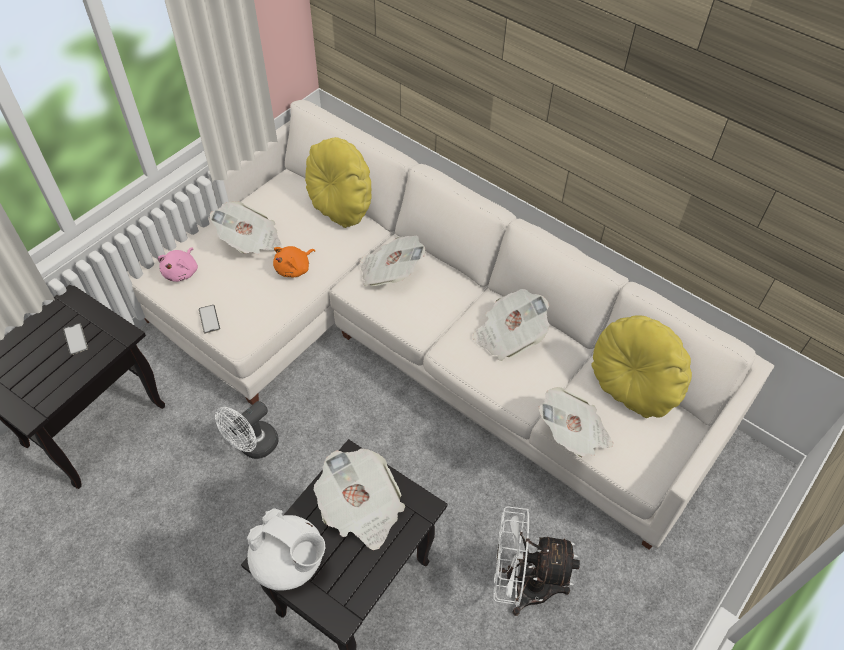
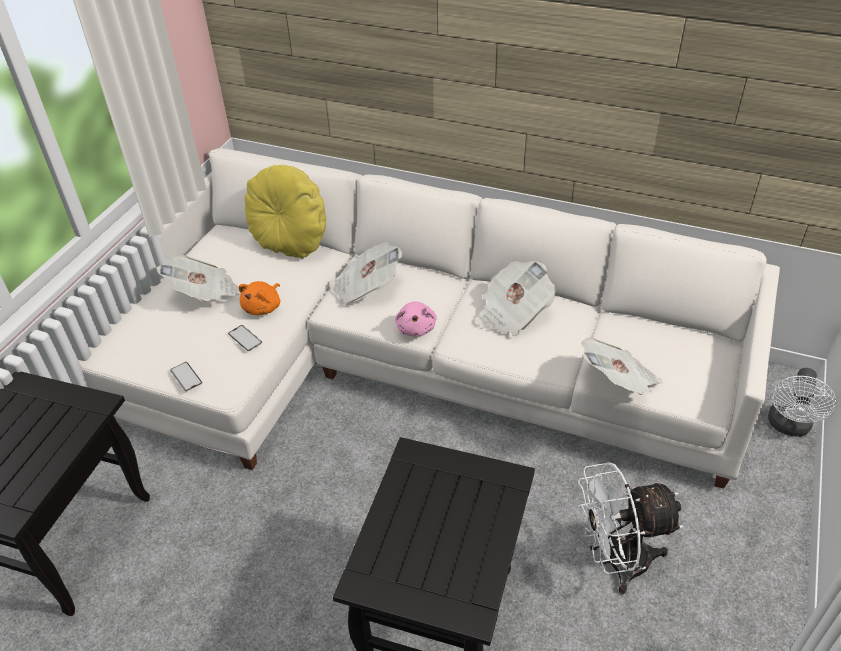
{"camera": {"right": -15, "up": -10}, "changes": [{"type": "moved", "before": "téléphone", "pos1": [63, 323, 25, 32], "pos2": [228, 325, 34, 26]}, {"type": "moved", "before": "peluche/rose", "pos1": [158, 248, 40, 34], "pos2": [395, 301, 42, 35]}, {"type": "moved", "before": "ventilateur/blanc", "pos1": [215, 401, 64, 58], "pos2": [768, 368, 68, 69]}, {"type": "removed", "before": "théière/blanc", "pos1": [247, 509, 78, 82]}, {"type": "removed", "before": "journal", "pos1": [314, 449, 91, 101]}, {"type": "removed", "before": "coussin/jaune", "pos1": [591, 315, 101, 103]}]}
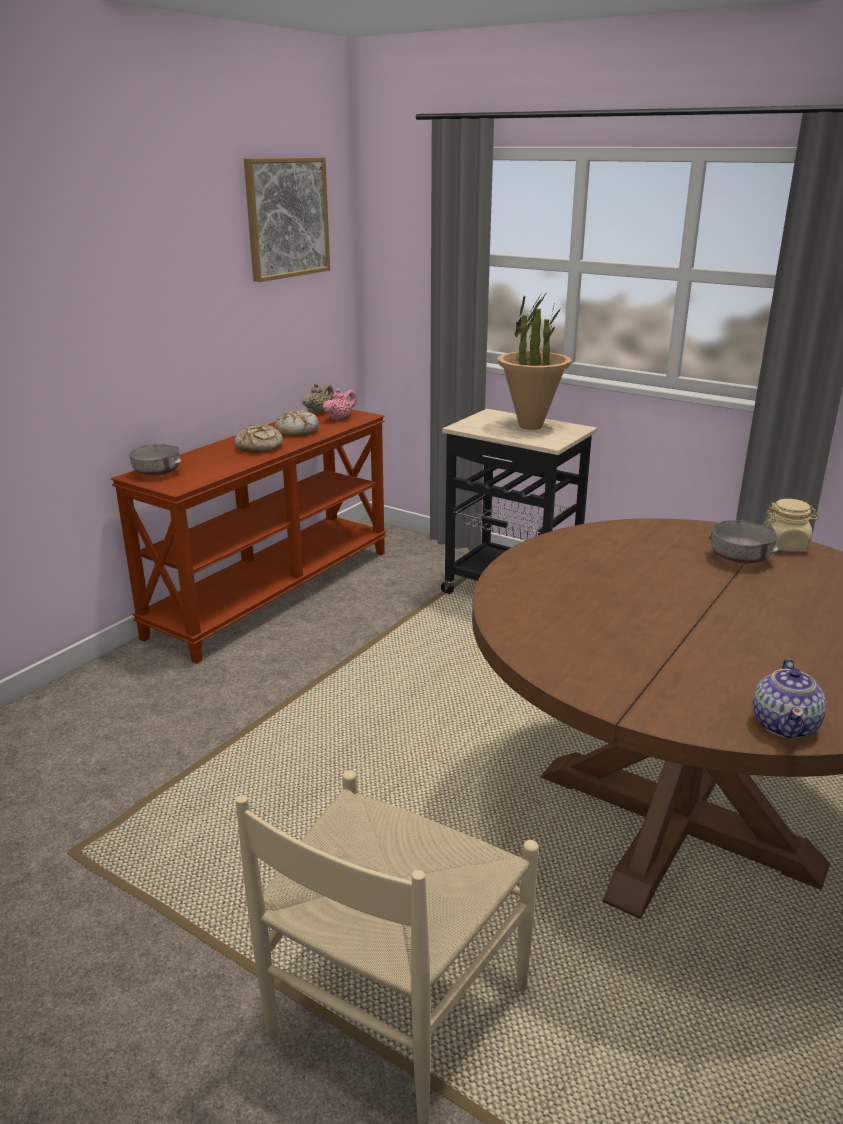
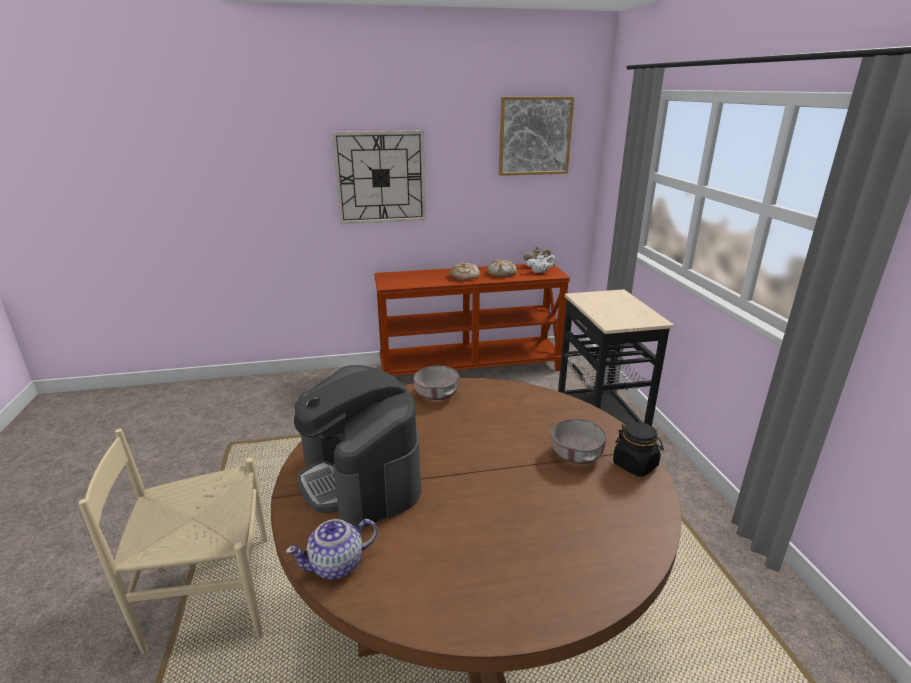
{"camera": {"right": 45, "up": 0}, "changes": [{"type": "added", "after": "machine à café", "pos2": [294, 365, 127, 164]}, {"type": "added", "after": "horloge murale", "pos2": [332, 131, 94, 93]}, {"type": "moved", "before": "bol/gris", "pos1": [129, 444, 52, 32], "pos2": [413, 365, 46, 35]}, {"type": "recoloured", "before": "théière/rose", "after": "théière/blanc", "pos1": [323, 388, 34, 32], "pos2": [527, 253, 29, 20]}, {"type": "recoloured", "before": "bocal/beige", "after": "bocal/noir", "pos1": [763, 499, 56, 53], "pos2": [613, 421, 51, 56]}, {"type": "removed", "before": "plante en pot", "pos1": [498, 294, 74, 136]}]}
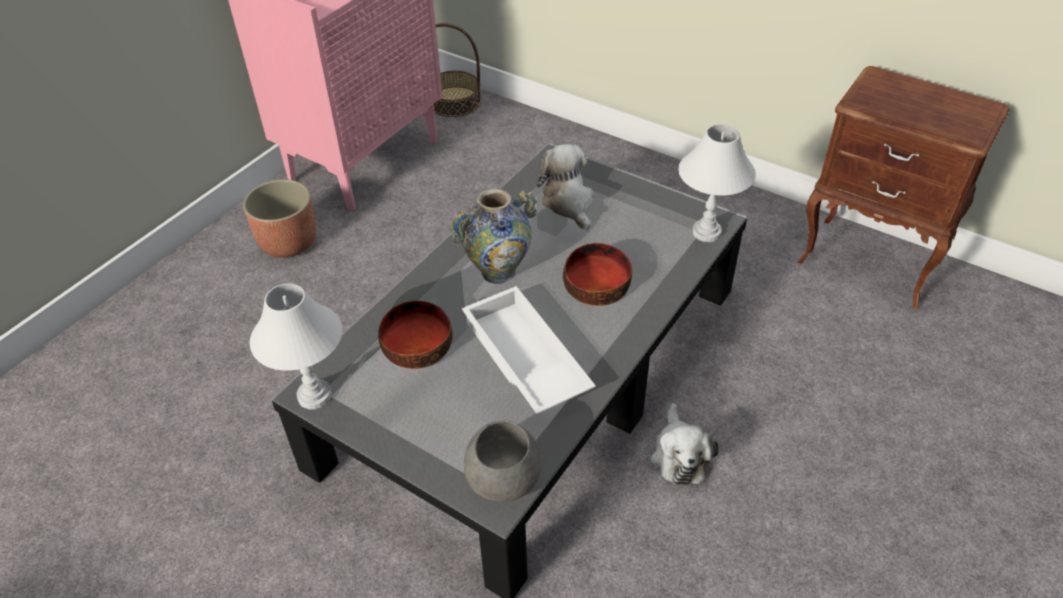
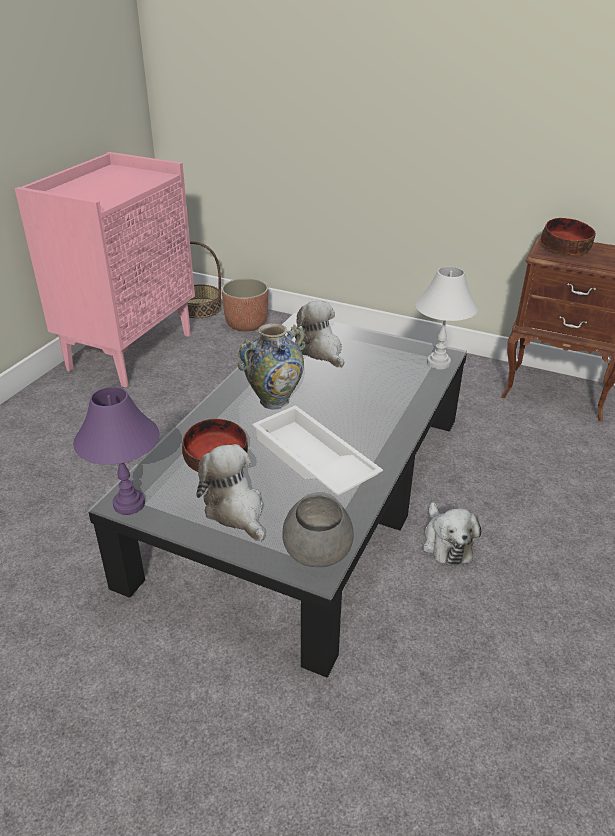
{"camera": {"right": -10, "up": -10}, "changes": [{"type": "recoloured", "before": "lampe de table/blanc", "after": "lampe de table/violet", "pos1": [250, 284, 92, 126], "pos2": [73, 387, 86, 128]}, {"type": "added", "after": "peluche", "pos2": [196, 444, 69, 98]}, {"type": "moved", "before": "cache-pot", "pos1": [243, 179, 73, 79], "pos2": [221, 278, 47, 53]}, {"type": "moved", "before": "bol", "pos1": [563, 243, 69, 63], "pos2": [541, 218, 55, 37]}]}
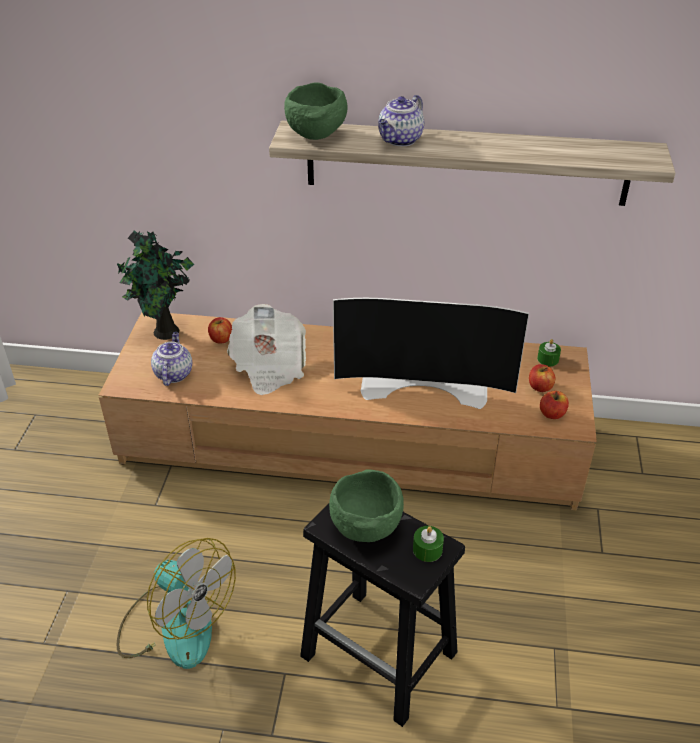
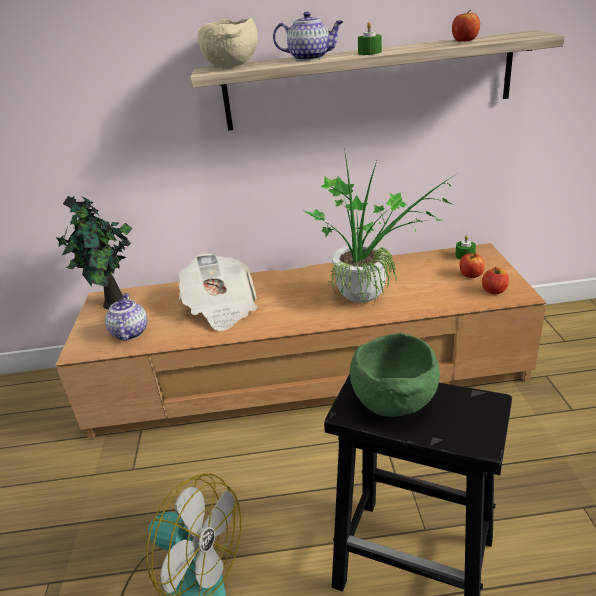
{"camera": {"right": -10, "up": -10}, "changes": [{"type": "recoloured", "before": "bol/vert", "after": "bol/beige", "pos1": [284, 82, 63, 58], "pos2": [198, 18, 60, 49]}, {"type": "turned", "before": "théière", "pos1": [378, 95, 46, 51], "pos2": [273, 12, 71, 49], "turn": -105}, {"type": "replaced", "before": "téléviseur", "after": "plante en pot", "pos1": [333, 298, 196, 111], "pos2": [304, 148, 155, 156]}, {"type": "moved", "before": "bougie/vert", "pos1": [413, 526, 31, 36], "pos2": [358, 22, 24, 33]}, {"type": "moved", "before": "pomme", "pos1": [208, 317, 24, 27], "pos2": [452, 10, 28, 31]}]}
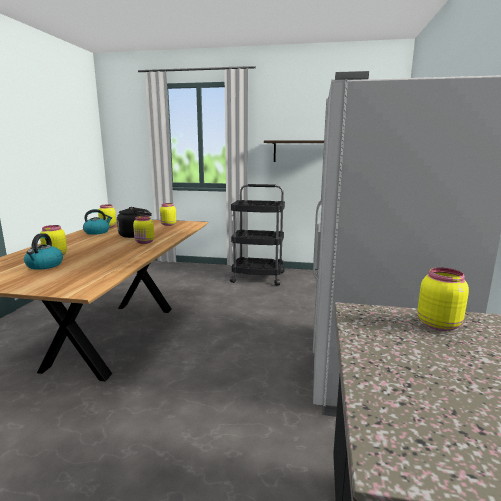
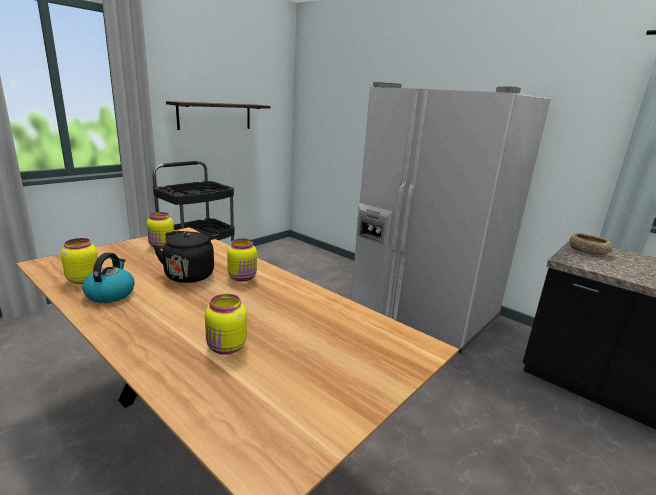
{"camera": {"right": -60, "up": 5}, "changes": [{"type": "replaced", "before": "bocal/jaune", "after": "bol/beige", "pos1": [417, 267, 52, 64], "pos2": [569, 233, 44, 22]}, {"type": "removed", "before": "bouilloire", "pos1": [24, 233, 39, 37]}]}
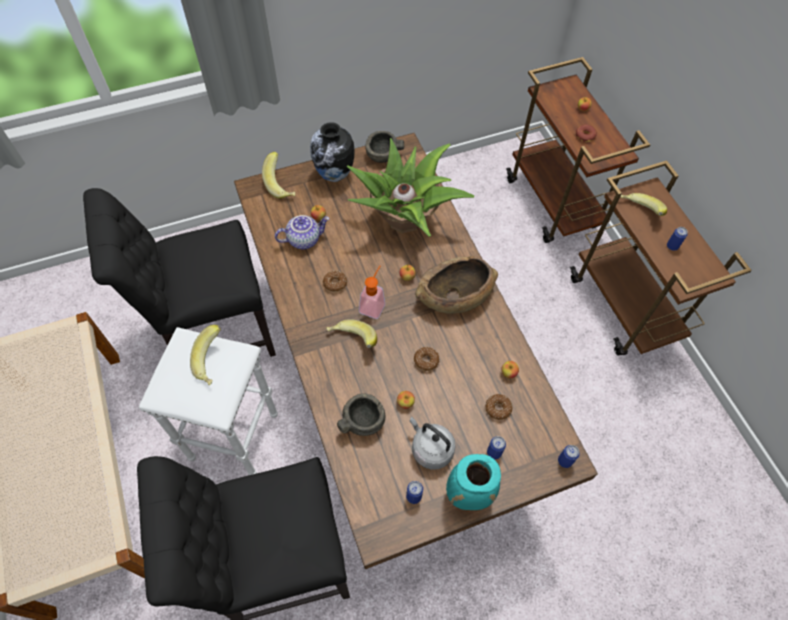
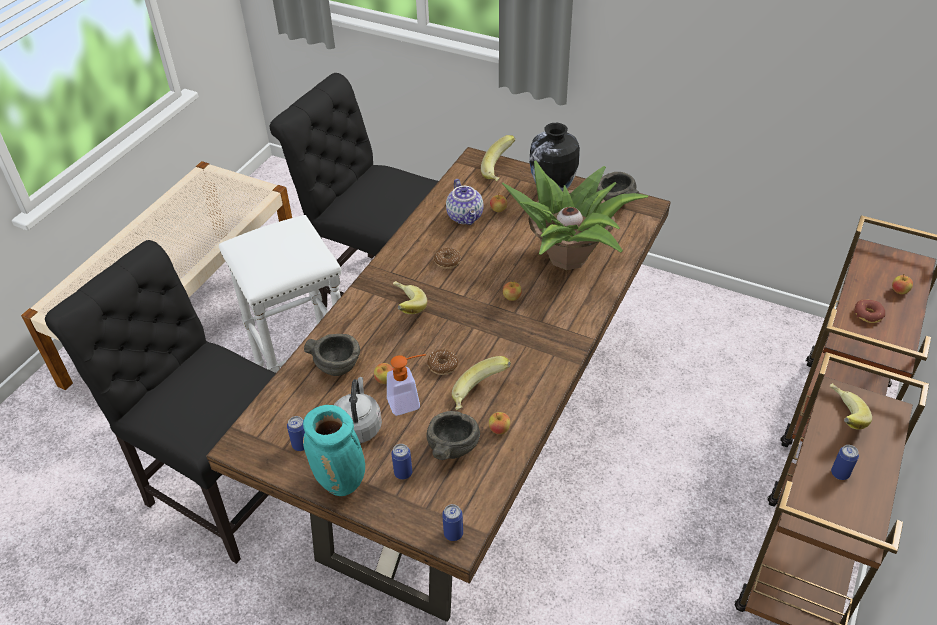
{"camera": {"right": 50, "up": -15}, "changes": [{"type": "moved", "before": "distributeur de savon", "pos1": [359, 266, 26, 53], "pos2": [387, 354, 39, 62]}, {"type": "replaced", "before": "beignet", "after": "bol/gris", "pos1": [485, 394, 27, 26], "pos2": [427, 411, 53, 49]}, {"type": "turned", "before": "théière", "pos1": [275, 215, 55, 34], "pos2": [446, 179, 38, 46], "turn": 45}, {"type": "moved", "before": "banane", "pos1": [190, 325, 31, 60], "pos2": [452, 356, 59, 54]}, {"type": "removed", "before": "bol/marron", "pos1": [415, 256, 83, 58]}]}
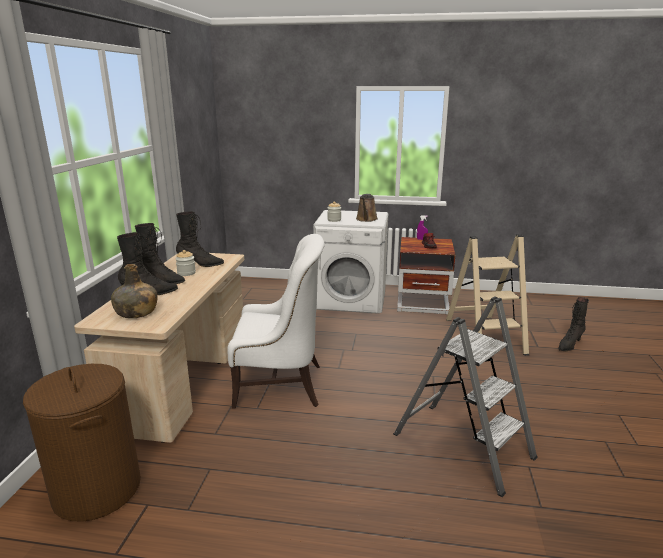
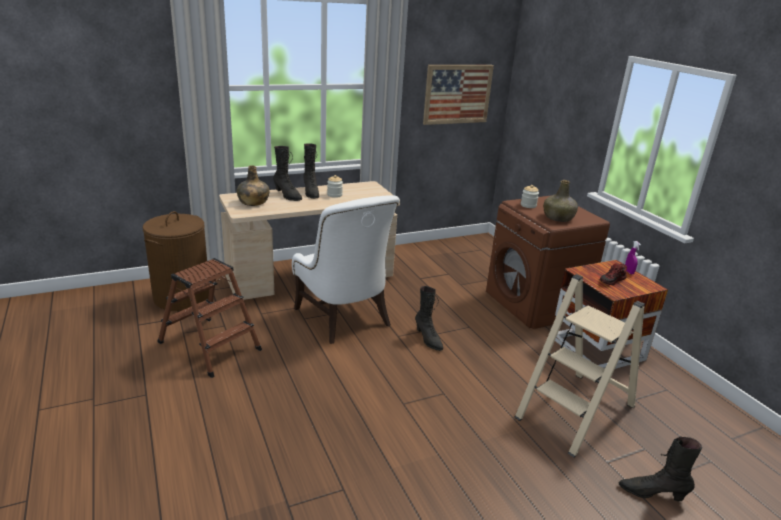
{"camera": {"right": 55, "up": 5}, "changes": [{"type": "added", "after": "escabeau/marron", "pos2": [157, 258, 105, 120]}, {"type": "moved", "before": "botte/noir", "pos1": [176, 211, 48, 56], "pos2": [415, 286, 28, 65]}, {"type": "added", "after": "tableau", "pos2": [423, 65, 71, 60]}, {"type": "recoloured", "before": "lave-linge/blanc", "after": "lave-linge/marron", "pos1": [313, 210, 75, 104], "pos2": [486, 196, 124, 133]}, {"type": "replaced", "before": "arrosoir/marron", "after": "bouteille/vert", "pos1": [356, 194, 22, 28], "pos2": [544, 180, 34, 42]}, {"type": "removed", "before": "escabeau/gris", "pos1": [393, 296, 145, 201]}]}
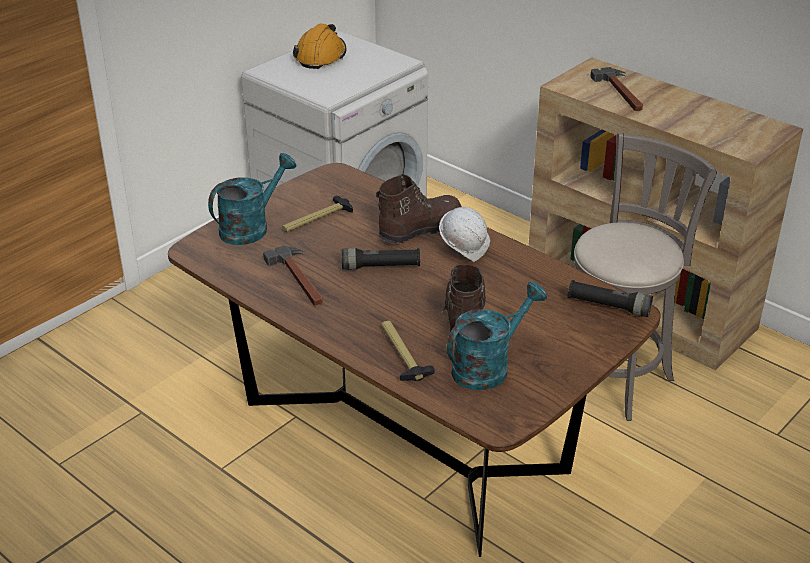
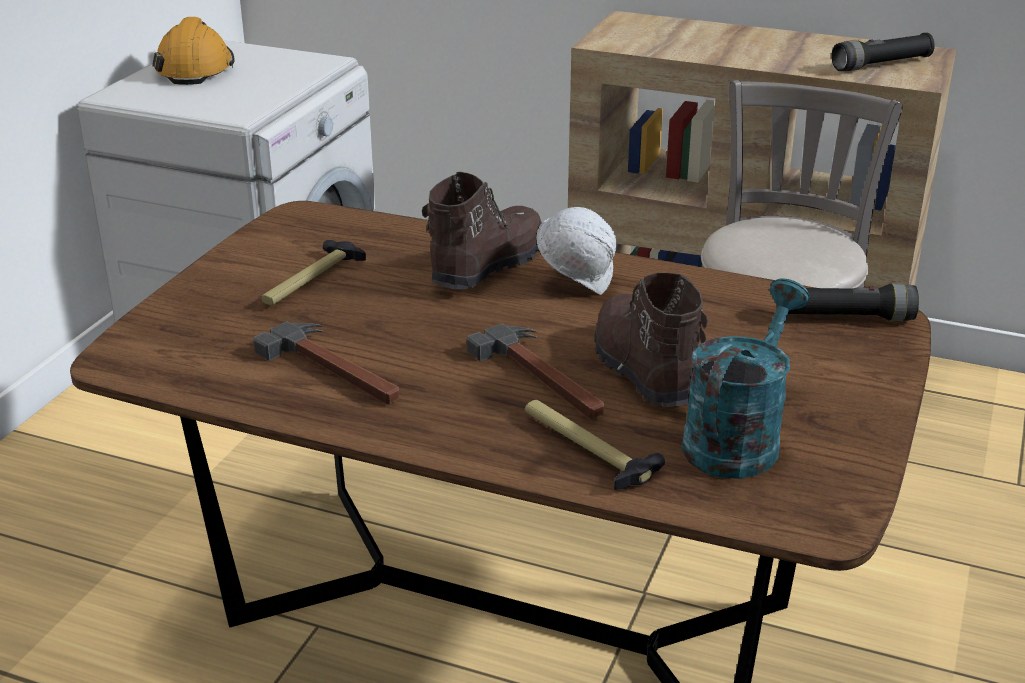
{"camera": {"right": -20, "up": -5}, "changes": [{"type": "moved", "before": "marteau", "pos1": [590, 67, 53, 44], "pos2": [467, 323, 137, 96]}, {"type": "moved", "before": "lampe de poche/noir", "pos1": [342, 248, 78, 22], "pos2": [831, 32, 104, 39]}, {"type": "removed", "before": "arrosoir/turquoise", "pos1": [208, 153, 88, 92]}]}
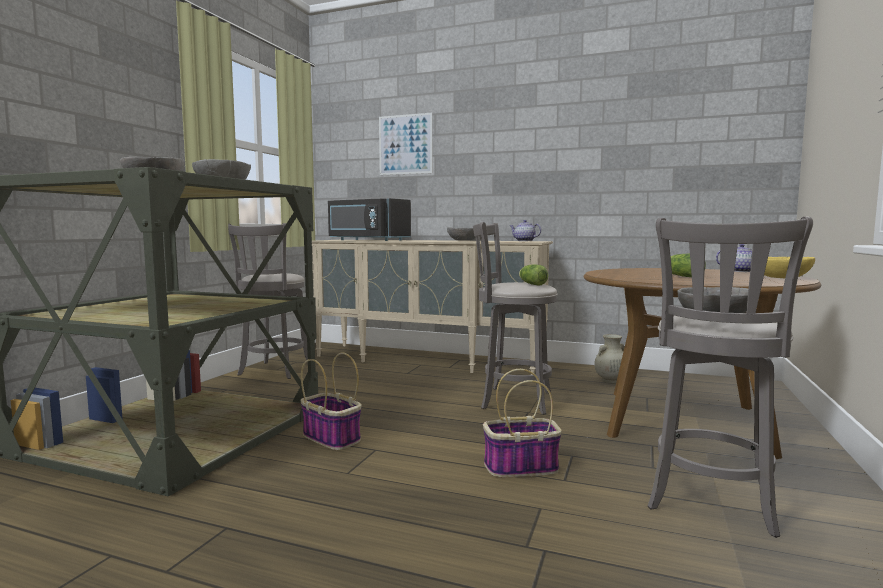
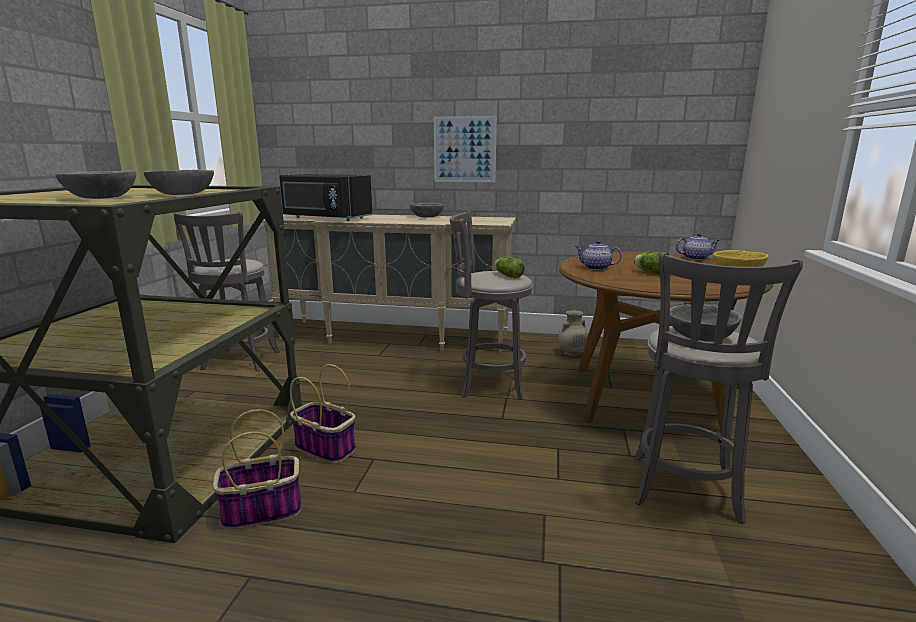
{"camera": {"right": -10, "up": 10}, "changes": [{"type": "moved", "before": "panier", "pos1": [483, 369, 79, 108], "pos2": [213, 409, 88, 121]}, {"type": "moved", "before": "tableau", "pos1": [379, 113, 53, 62], "pos2": [434, 116, 63, 66]}, {"type": "moved", "before": "théière", "pos1": [510, 220, 31, 21], "pos2": [575, 240, 47, 30]}]}
